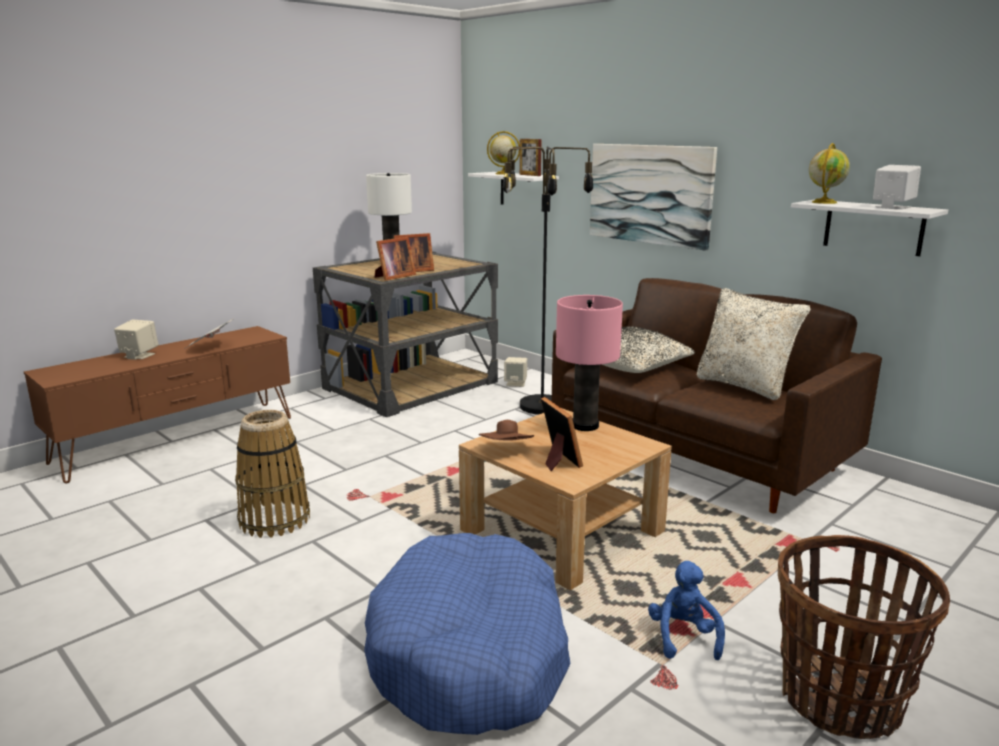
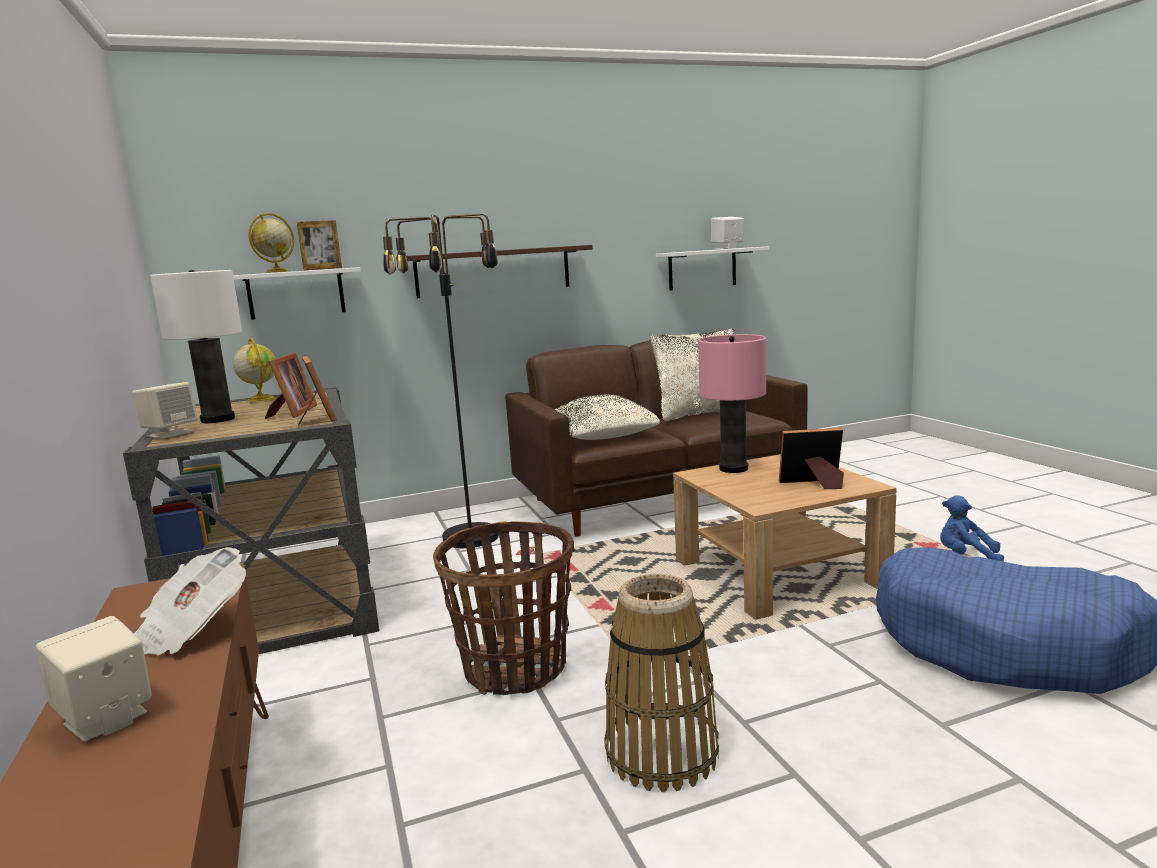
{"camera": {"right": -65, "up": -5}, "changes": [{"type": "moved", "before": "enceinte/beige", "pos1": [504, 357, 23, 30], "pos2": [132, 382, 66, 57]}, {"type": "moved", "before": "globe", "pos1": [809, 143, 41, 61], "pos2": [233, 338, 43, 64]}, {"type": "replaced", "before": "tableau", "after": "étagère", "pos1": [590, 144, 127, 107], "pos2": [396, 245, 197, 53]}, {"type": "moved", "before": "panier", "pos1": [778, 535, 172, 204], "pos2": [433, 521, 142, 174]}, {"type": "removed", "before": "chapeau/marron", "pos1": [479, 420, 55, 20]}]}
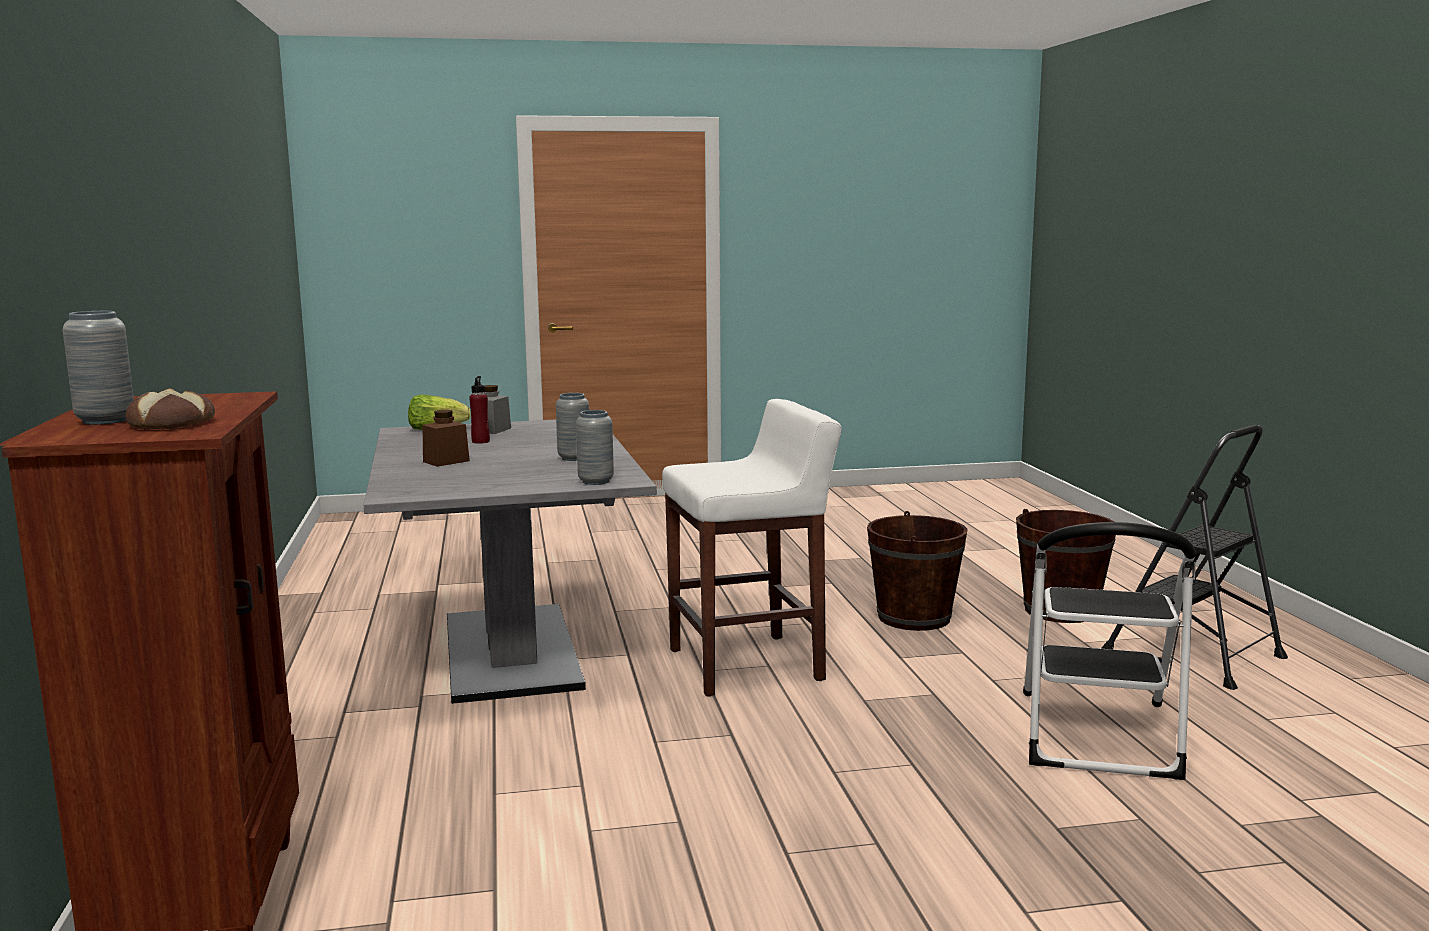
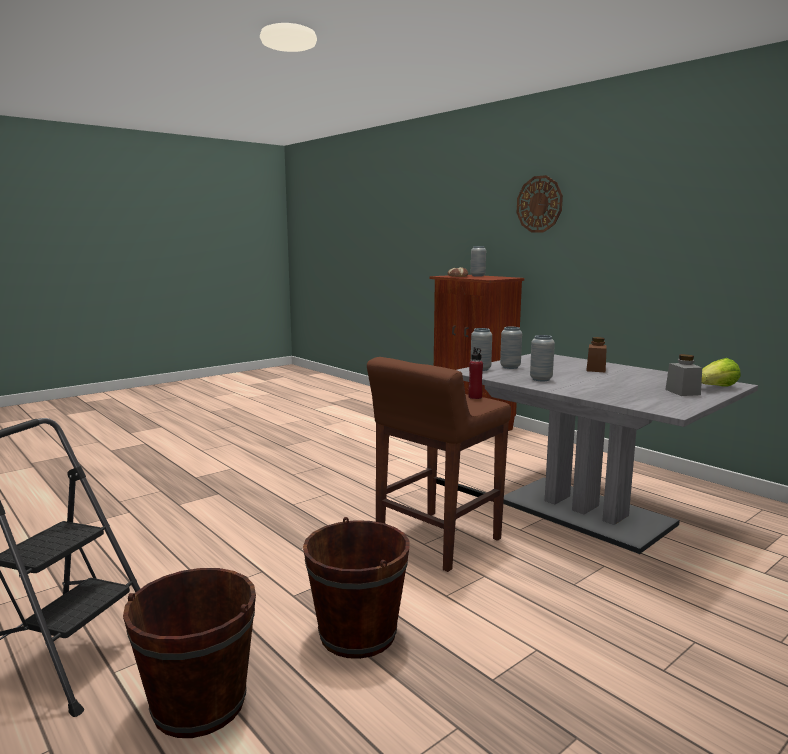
{"camera": {"right": 150, "up": 0}, "changes": [{"type": "recoloured", "before": "tabouret/blanc", "after": "tabouret/marron", "pos1": [662, 399, 180, 298], "pos2": [367, 357, 144, 215]}, {"type": "moved", "before": "bouteille/rouge", "pos1": [469, 376, 21, 68], "pos2": [468, 347, 15, 52]}, {"type": "added", "after": "vase/gris", "pos2": [500, 327, 22, 42]}, {"type": "added", "after": "horloge murale", "pos2": [517, 175, 46, 58]}, {"type": "removed", "before": "escabeau", "pos1": [1023, 522, 173, 258]}]}
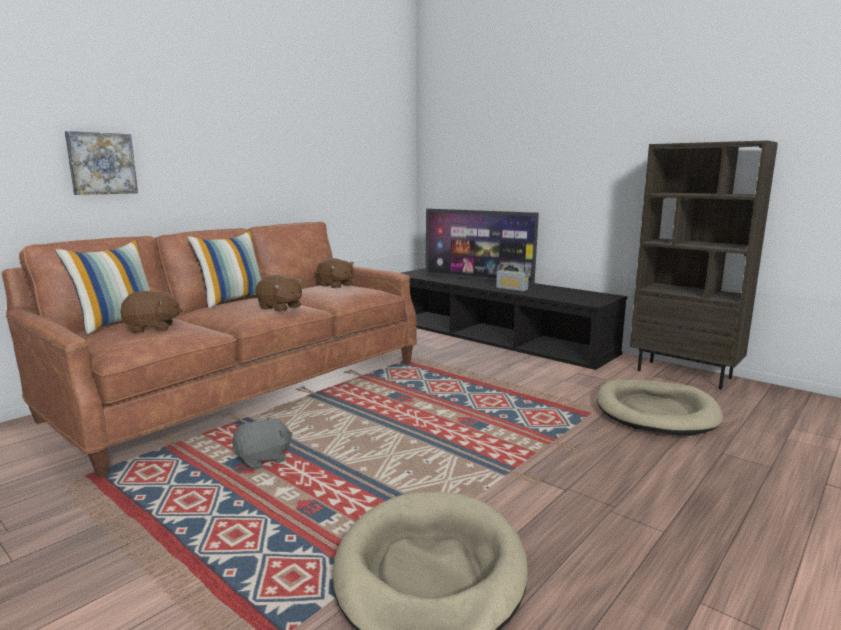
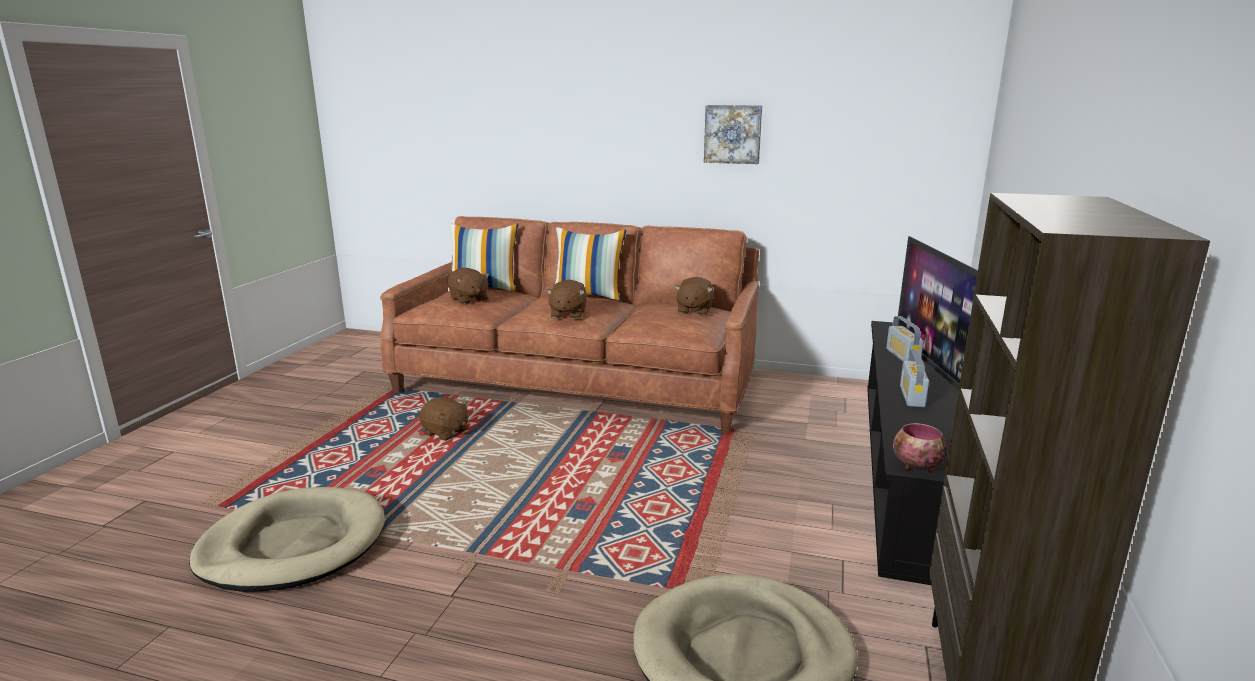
{"camera": {"right": 65, "up": 5}, "changes": [{"type": "recoloured", "before": "peluche/gris", "after": "peluche/marron", "pos1": [232, 416, 61, 54], "pos2": [419, 397, 49, 44]}, {"type": "moved", "before": "tableau", "pos1": [65, 131, 73, 64], "pos2": [704, 105, 58, 59]}, {"type": "added", "after": "radio", "pos2": [886, 316, 38, 45]}, {"type": "added", "after": "bol", "pos2": [893, 423, 54, 50]}]}
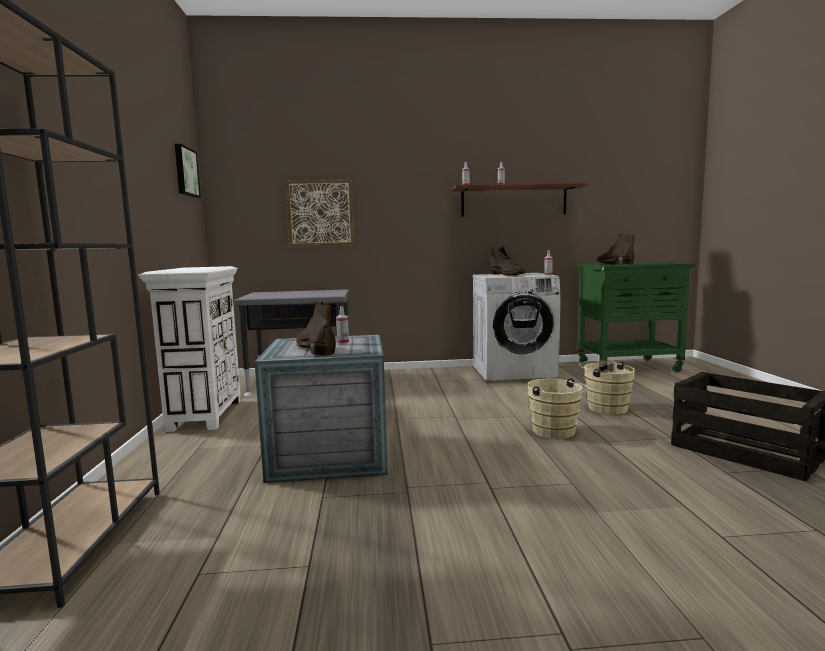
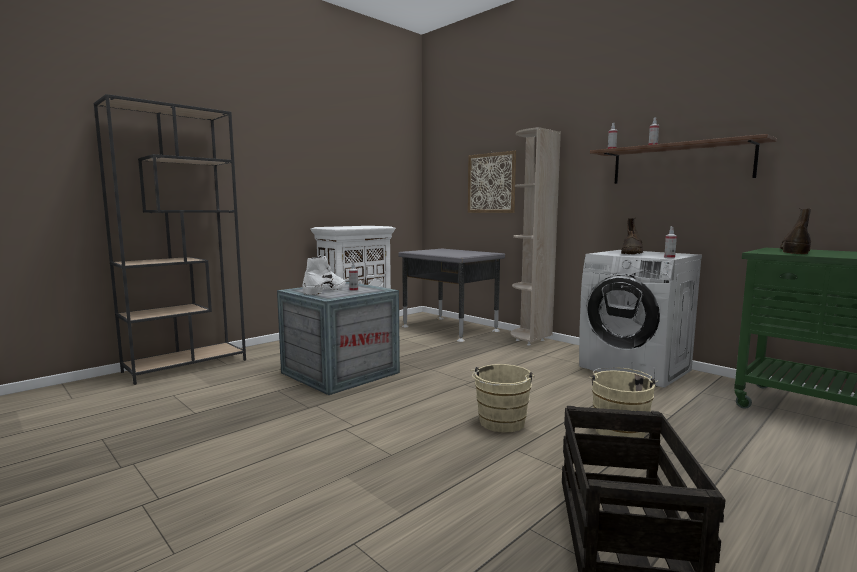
{"camera": {"right": 50, "up": 0}, "changes": [{"type": "recoloured", "before": "botte/marron", "after": "botte/blanc", "pos1": [296, 302, 40, 55], "pos2": [302, 255, 44, 40]}, {"type": "added", "after": "bibliothèque/beige", "pos2": [511, 127, 50, 219]}, {"type": "removed", "before": "tableau", "pos1": [175, 144, 26, 54]}]}
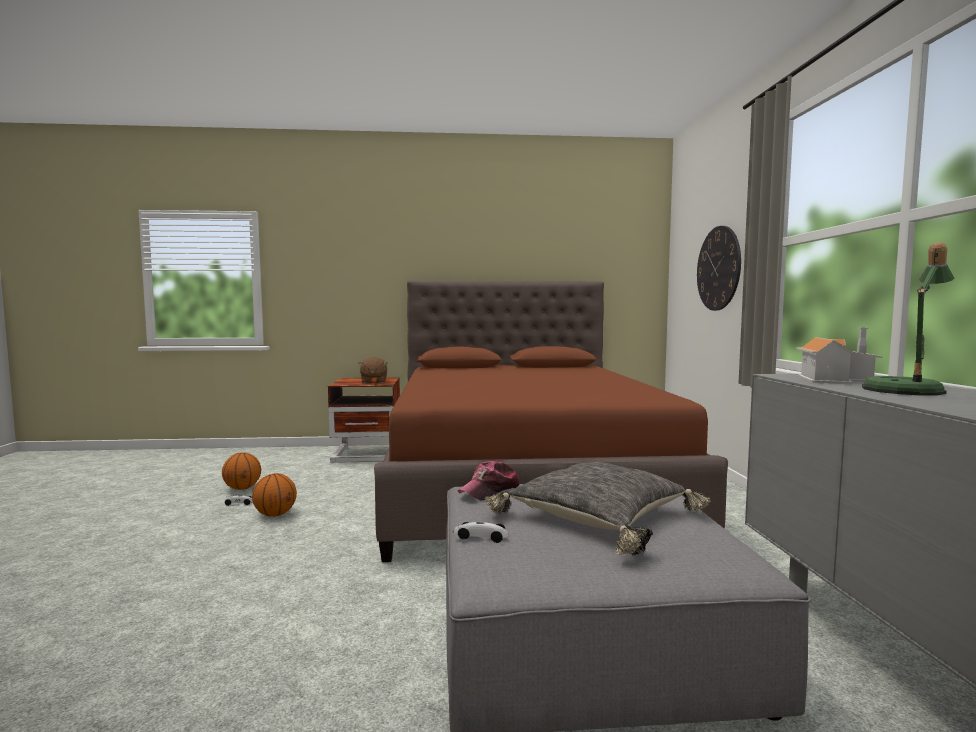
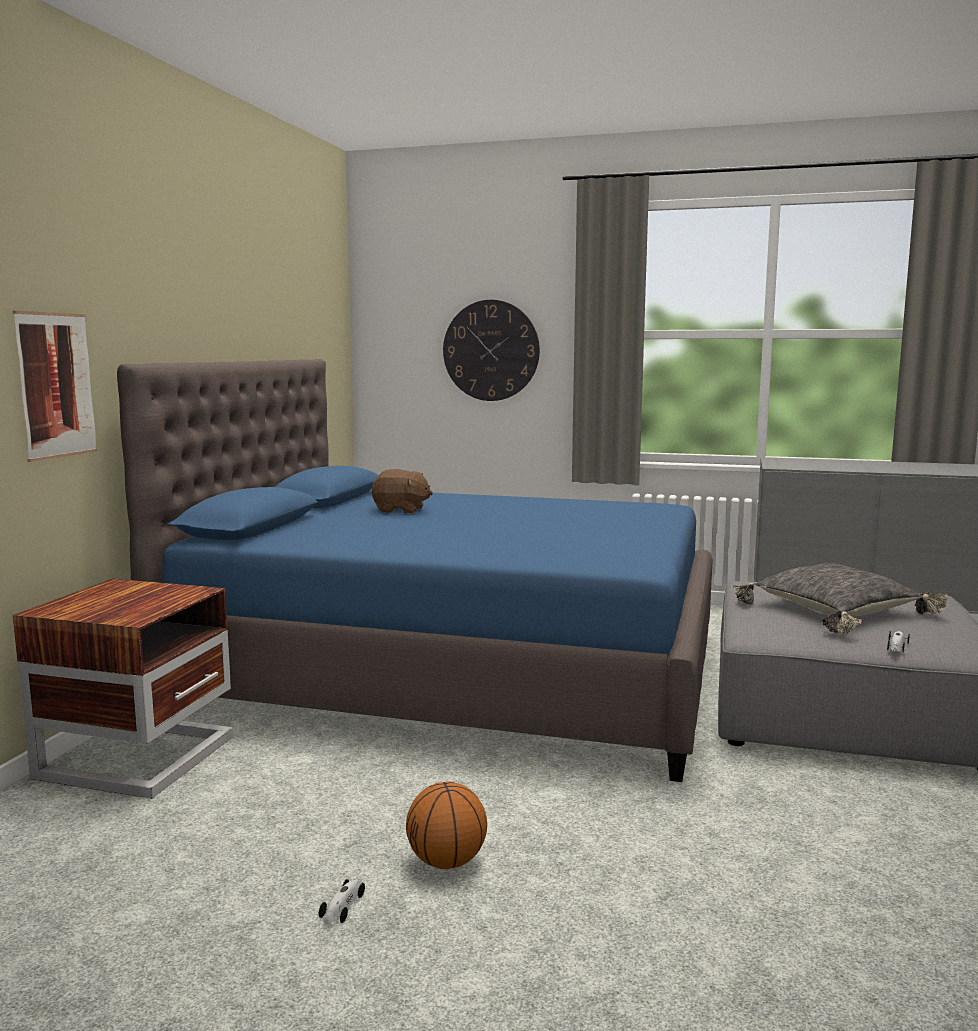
{"camera": {"right": -70, "up": 5}, "changes": [{"type": "added", "after": "tableau", "pos2": [13, 311, 84, 151]}, {"type": "recoloured", "before": "lit/marron", "after": "lit/bleu", "pos1": [374, 280, 354, 282], "pos2": [117, 359, 596, 423]}, {"type": "moved", "before": "peluche/marron", "pos1": [358, 357, 29, 27], "pos2": [372, 469, 61, 45]}, {"type": "removed", "before": "ballon de basket", "pos1": [222, 453, 39, 37]}, {"type": "removed", "before": "casquette", "pos1": [457, 461, 63, 39]}, {"type": "removed", "before": "maison miniature", "pos1": [796, 328, 86, 56]}, {"type": "removed", "before": "lampe de table", "pos1": [862, 242, 93, 153]}]}
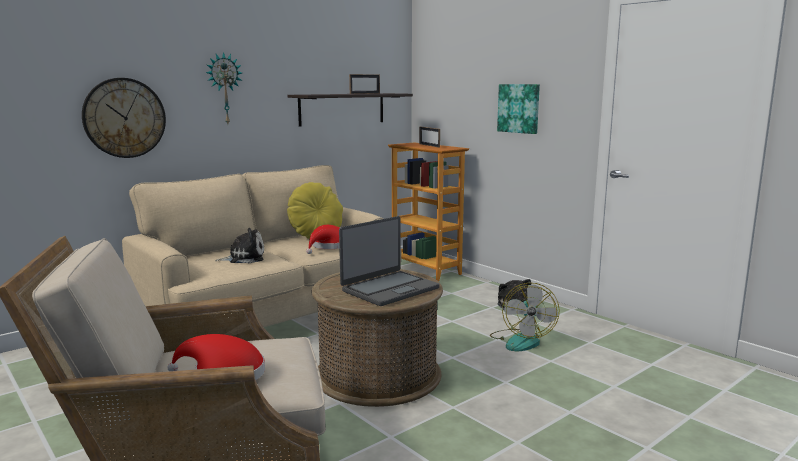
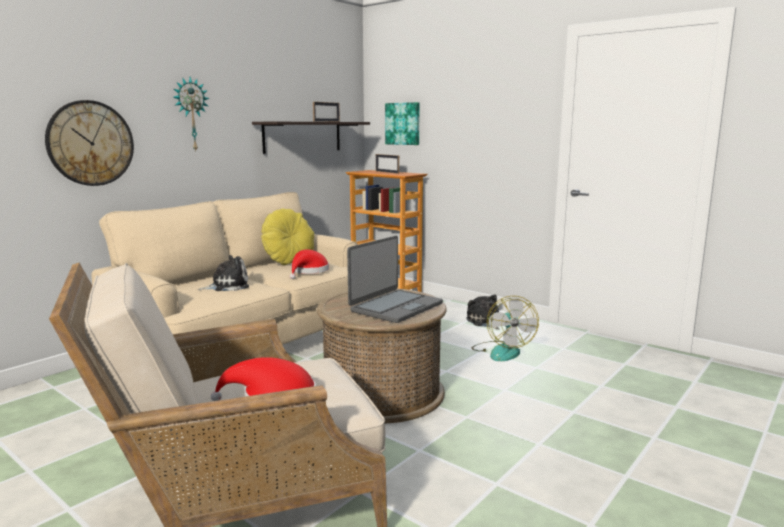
{"camera": {"right": -10, "up": 0}, "changes": [{"type": "moved", "before": "tableau", "pos1": [497, 84, 43, 50], "pos2": [385, 102, 35, 43]}]}
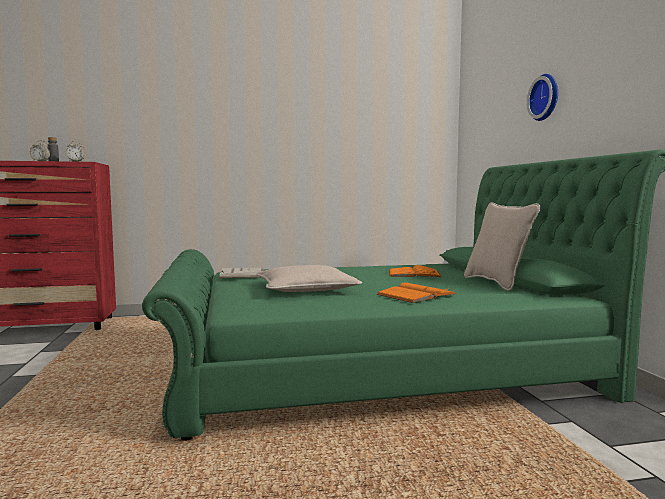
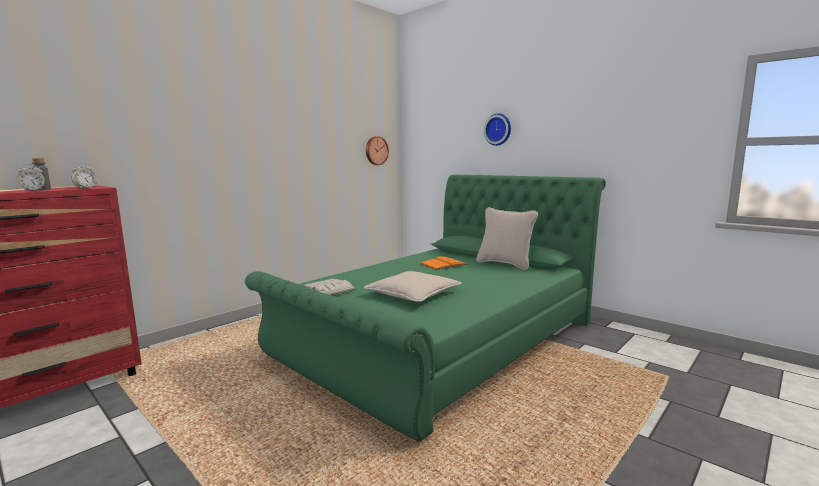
{"camera": {"right": -35, "up": 5}, "changes": [{"type": "added", "after": "horloge murale", "pos2": [366, 136, 23, 29]}, {"type": "removed", "before": "livre/orange", "pos1": [376, 282, 79, 21]}]}
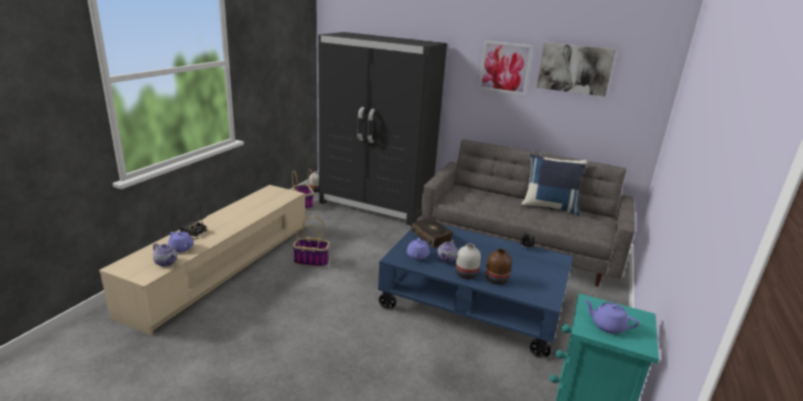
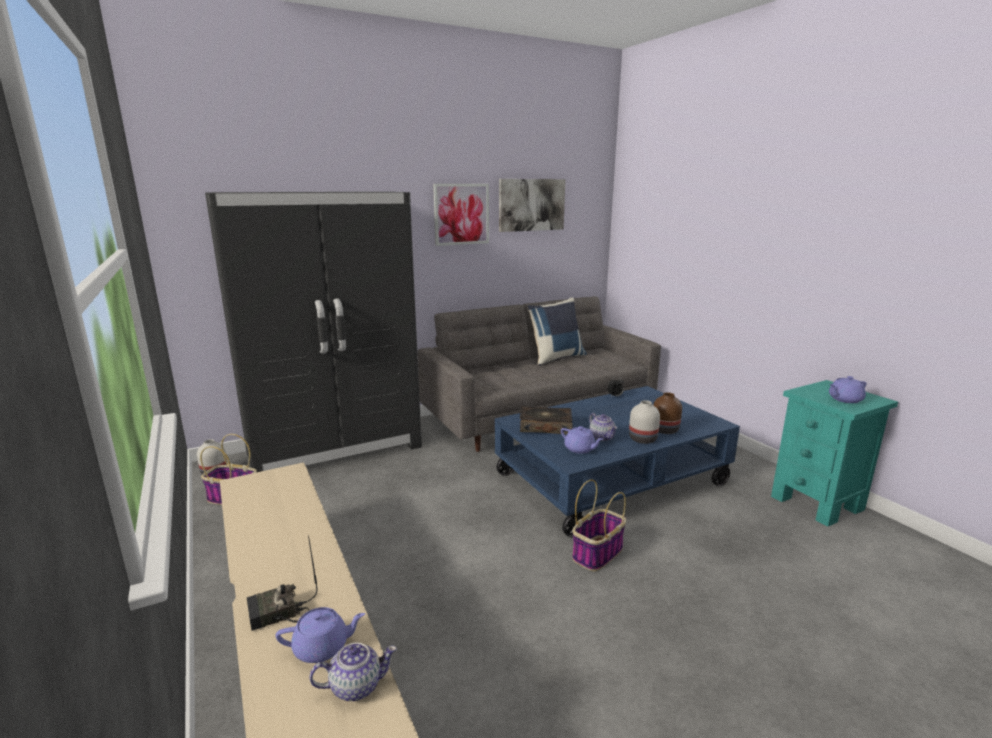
{"camera": {"right": -50, "up": -5}, "changes": [{"type": "moved", "before": "panier", "pos1": [293, 216, 37, 51], "pos2": [572, 479, 54, 92]}]}
